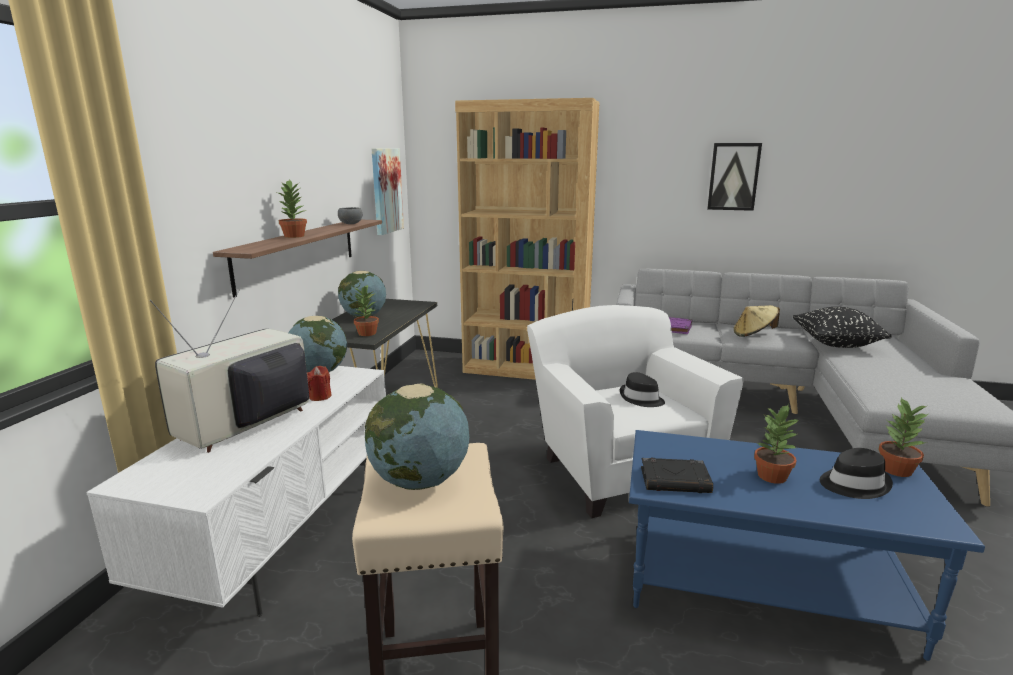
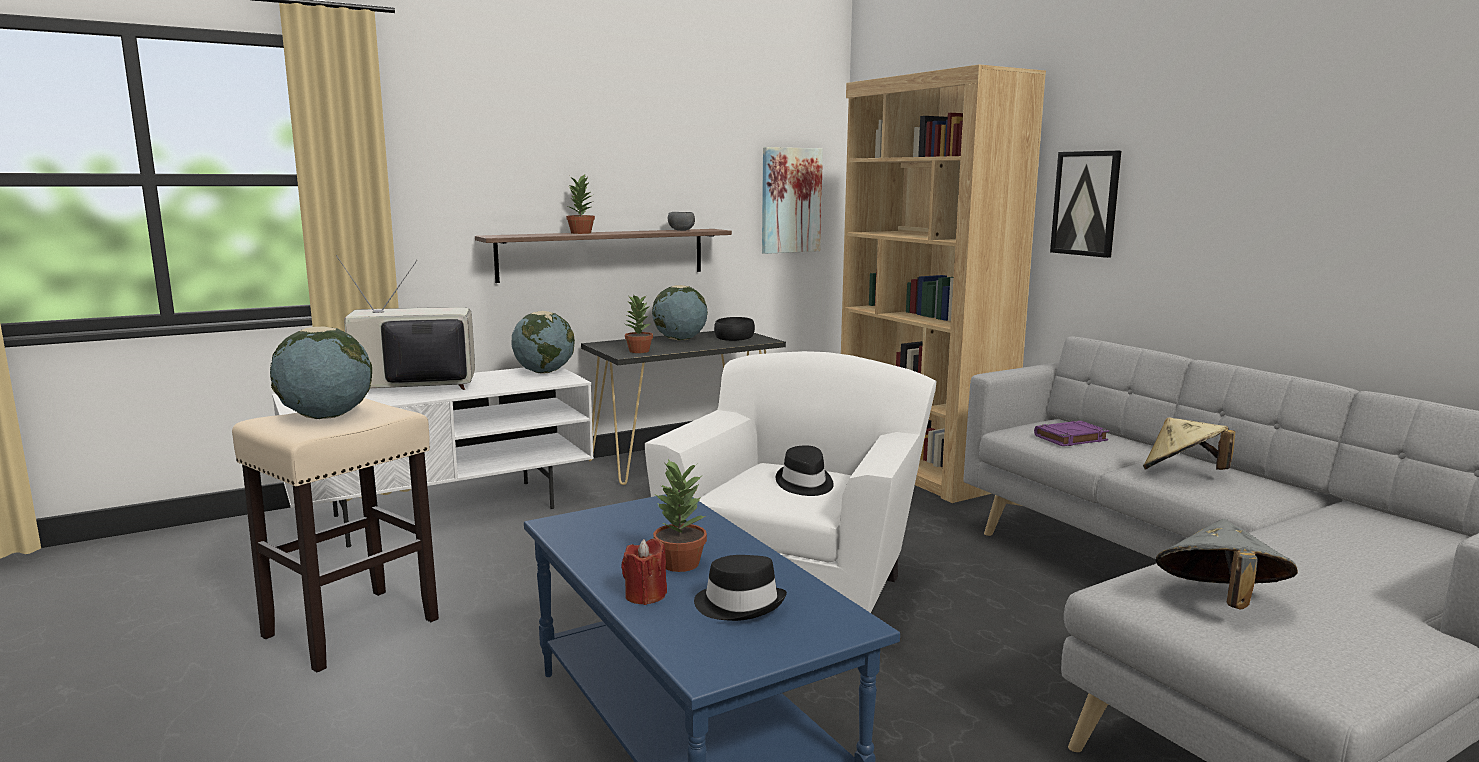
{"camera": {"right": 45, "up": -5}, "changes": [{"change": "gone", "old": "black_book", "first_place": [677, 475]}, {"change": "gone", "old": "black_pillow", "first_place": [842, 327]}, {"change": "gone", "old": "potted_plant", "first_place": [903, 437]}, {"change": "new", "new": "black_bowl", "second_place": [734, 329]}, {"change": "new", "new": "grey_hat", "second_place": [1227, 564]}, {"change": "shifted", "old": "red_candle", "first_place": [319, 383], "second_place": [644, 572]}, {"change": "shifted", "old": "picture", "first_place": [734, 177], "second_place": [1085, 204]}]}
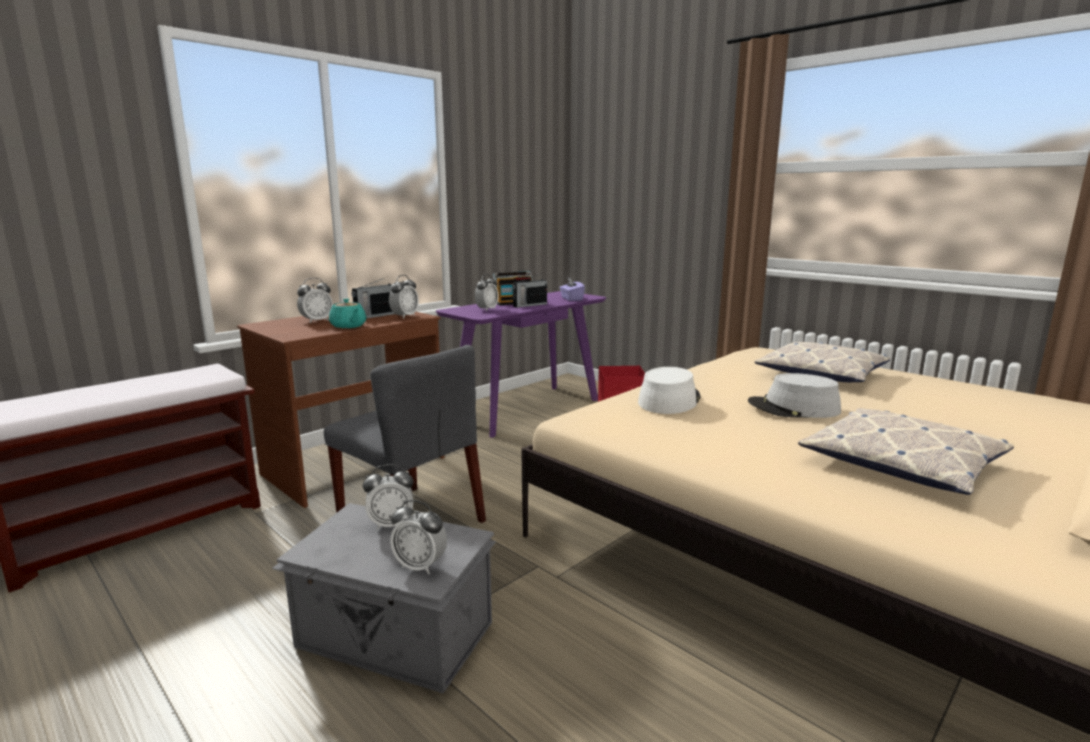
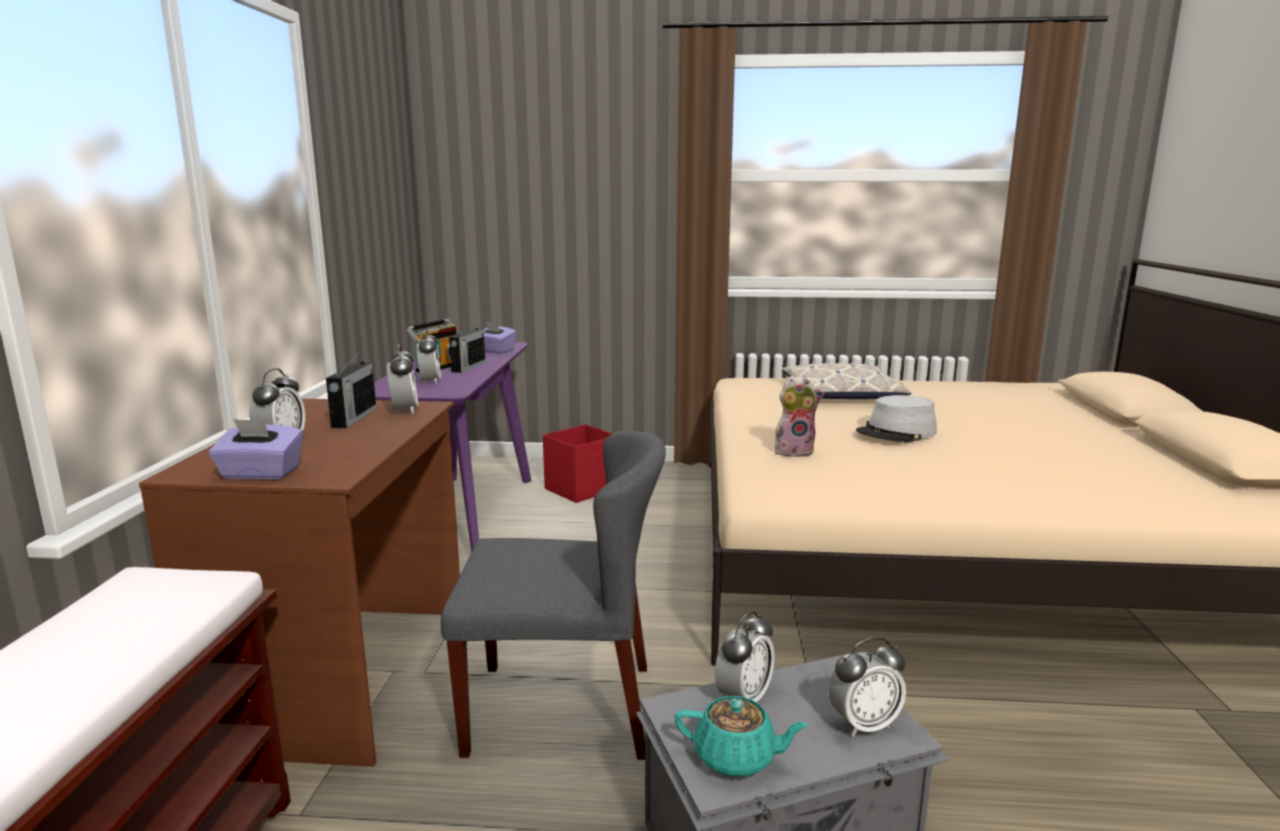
{"camera": {"right": -40, "up": 0}, "changes": [{"change": "gone", "old": "pillow", "first_place": [906, 451]}, {"change": "new", "new": "purple_tissue_box", "second_place": [256, 449]}, {"change": "shifted", "old": "turquoise_teapot", "first_place": [347, 313], "second_place": [741, 736]}, {"change": "swapped", "old": "white_hat", "new": "plush_toy", "first_place": [669, 390], "second_place": [799, 416]}]}
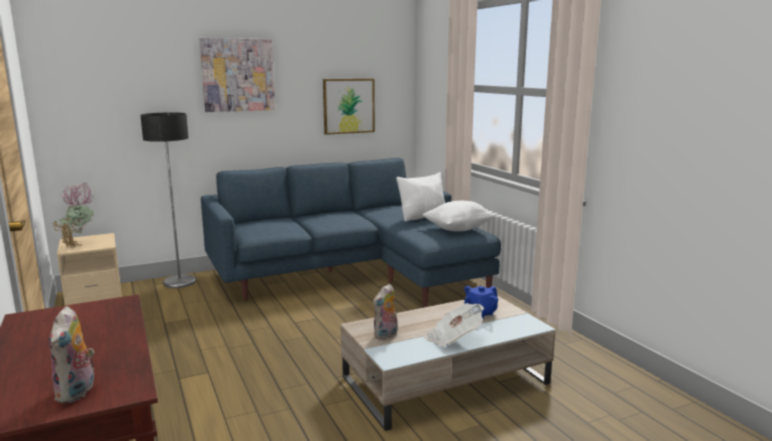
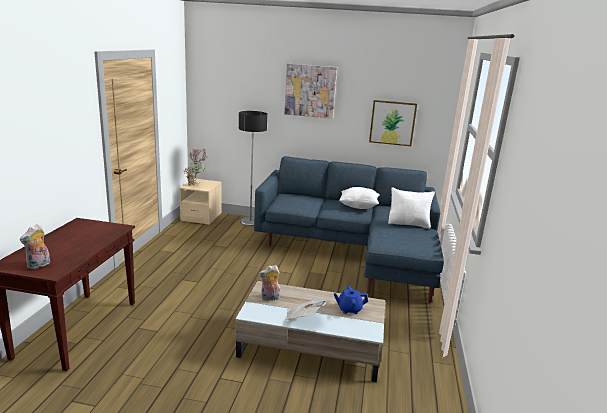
{"camera": {"right": 35, "up": 5}, "changes": [{"change": "shifted", "old": "white_pillow", "first_place": [458, 216], "second_place": [359, 198]}]}
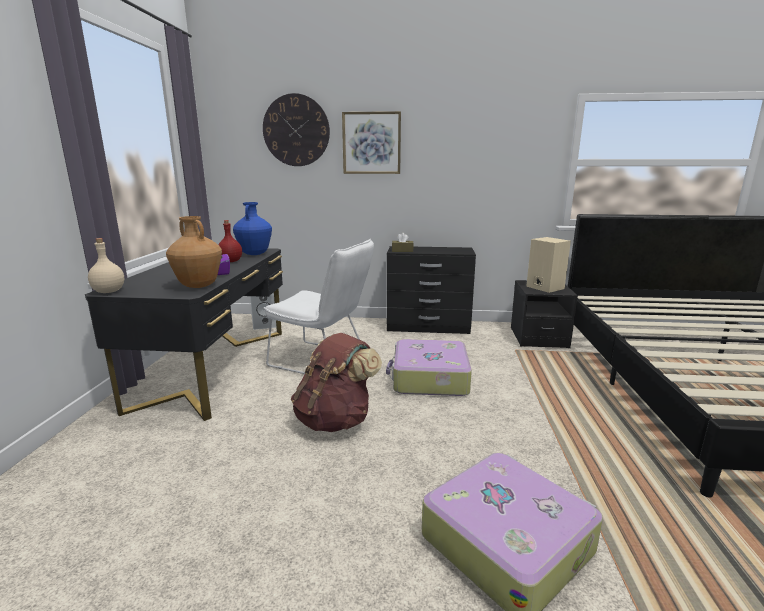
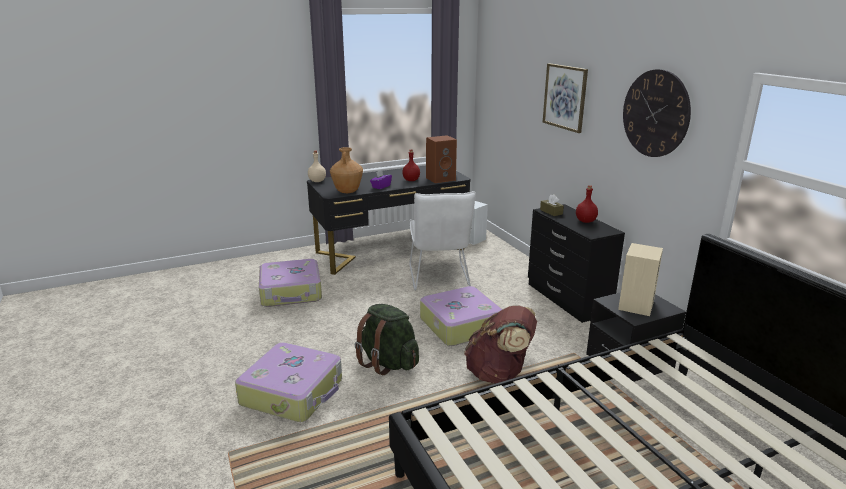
{"camera": {"right": 60, "up": 5}, "changes": [{"change": "new", "new": "suitcase", "second_place": [290, 283]}, {"change": "new", "new": "green_backpack", "second_place": [387, 339]}, {"change": "new", "new": "red_bottle", "second_place": [587, 204]}, {"change": "shifted", "old": "wall_clock", "first_place": [296, 129], "second_place": [657, 113]}, {"change": "shifted", "old": "brown_backpack", "first_place": [336, 382], "second_place": [500, 344]}, {"change": "swapped", "old": "blue_vase", "new": "brown_speaker", "first_place": [252, 228], "second_place": [441, 159]}]}
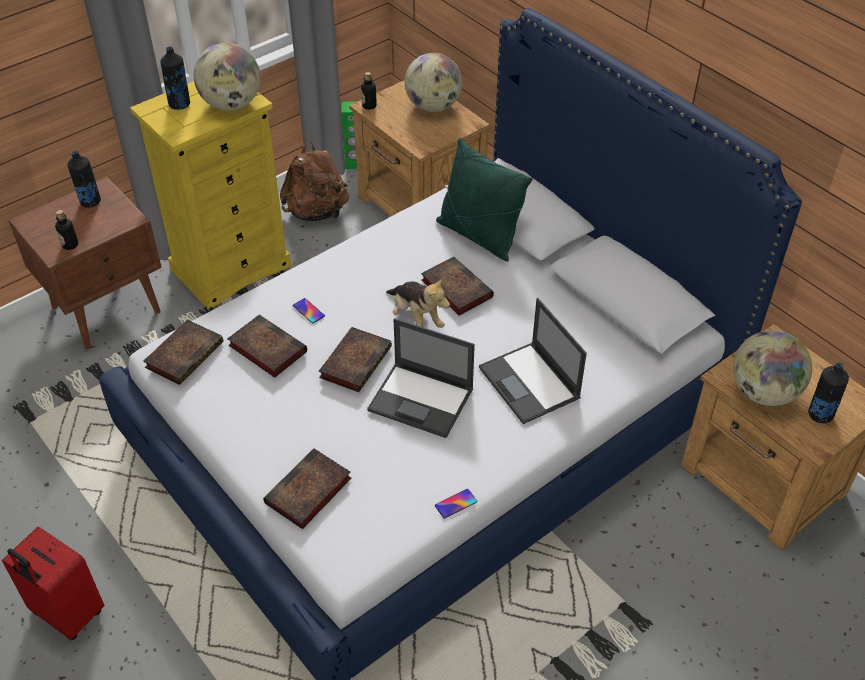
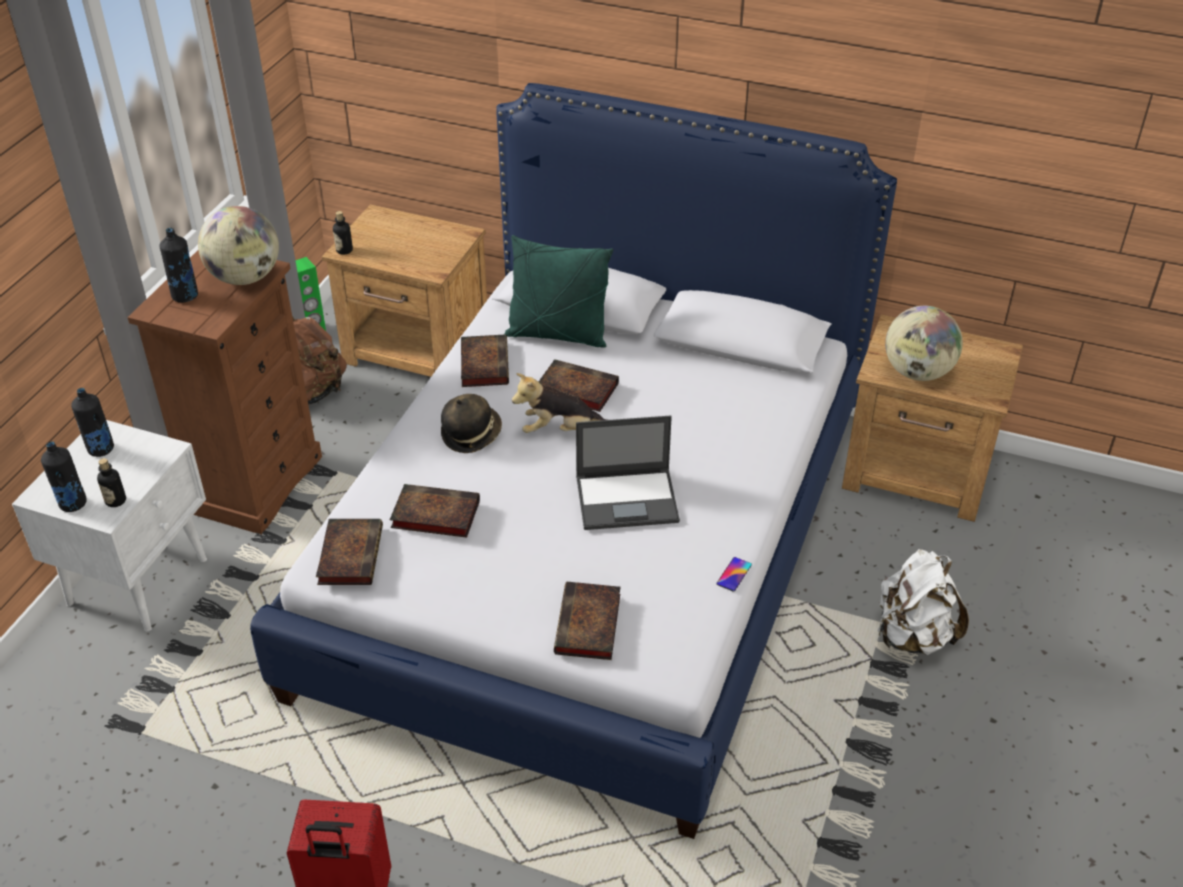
{"camera": {"right": -30, "up": -5}, "changes": [{"change": "gone", "old": "phone", "first_place": [309, 311]}, {"change": "gone", "old": "globe", "first_place": [433, 82]}, {"change": "gone", "old": "laptop", "first_place": [533, 361]}, {"change": "new", "new": "hat", "second_place": [471, 423]}, {"change": "new", "new": "white_backpack", "second_place": [923, 602]}, {"change": "shifted", "old": "book", "first_place": [355, 359], "second_place": [485, 361]}, {"change": "shifted", "old": "black_bottle", "first_place": [828, 393], "second_place": [64, 476]}, {"change": "repainted", "old": "brown_nightstand", "new": "white_nightstand", "first_place": [85, 263], "second_place": [109, 525]}, {"change": "repainted", "old": "yellow_dresser", "new": "brown_dresser", "first_place": [210, 195], "second_place": [224, 392]}, {"change": "rotated", "old": "plush_toy", "first_place": [418, 302], "second_place": [559, 403], "degrees": 150}]}
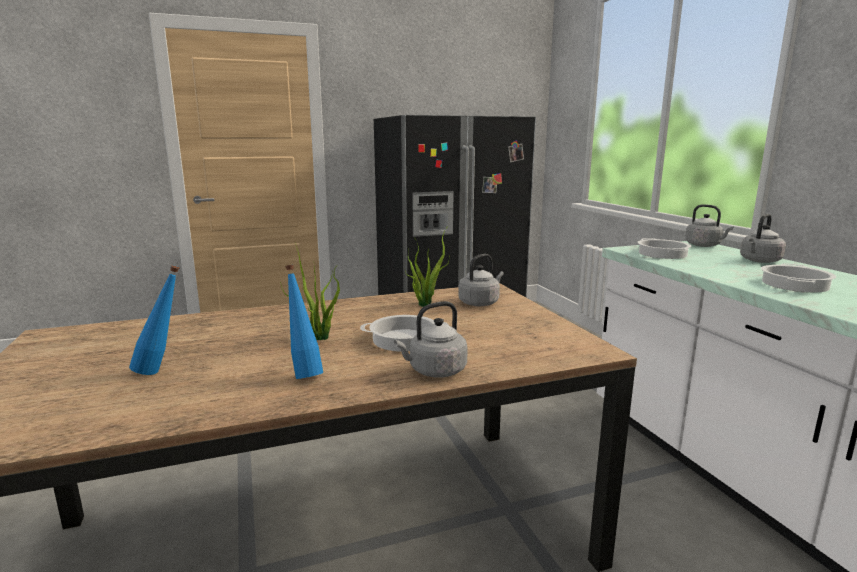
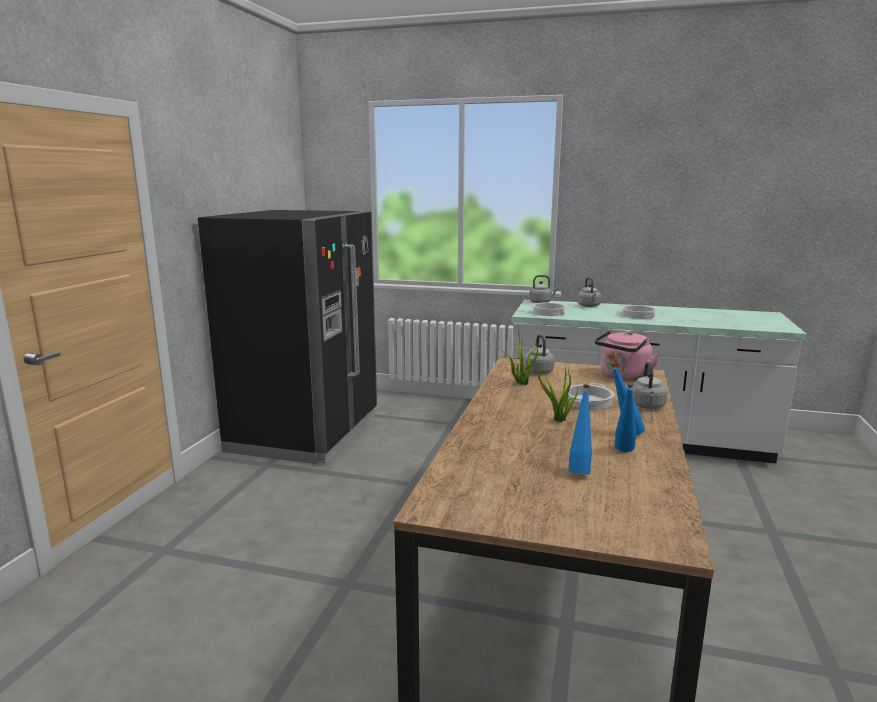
{"camera": {"right": -55, "up": 0}, "changes": [{"change": "new", "new": "pink_kettle", "second_place": [627, 355]}, {"change": "new", "new": "blue_bottle", "second_place": [625, 417]}]}
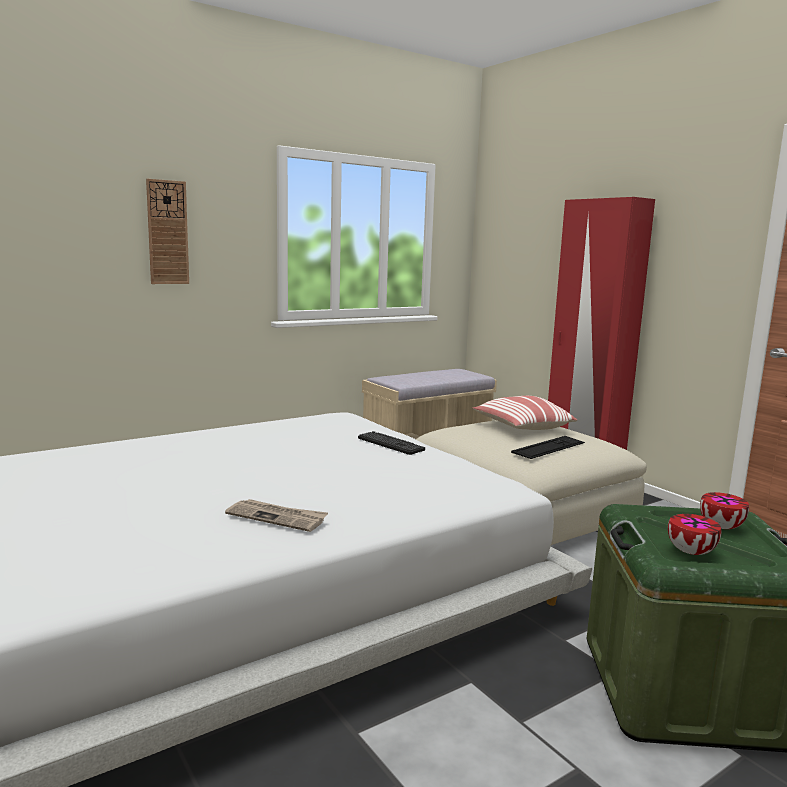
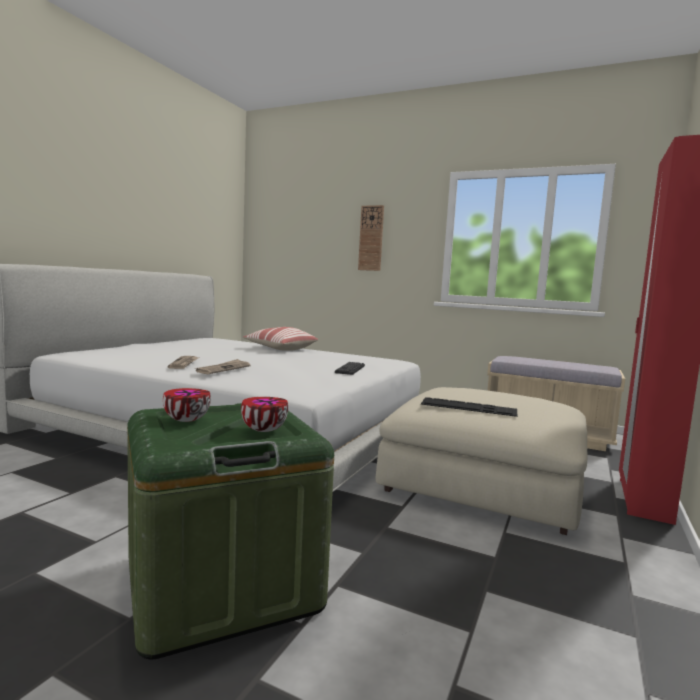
{"camera": {"right": 60, "up": -5}, "changes": [{"change": "new", "new": "newspaper", "second_place": [222, 366]}, {"change": "shifted", "old": "pillow", "first_place": [524, 413], "second_place": [280, 339]}]}
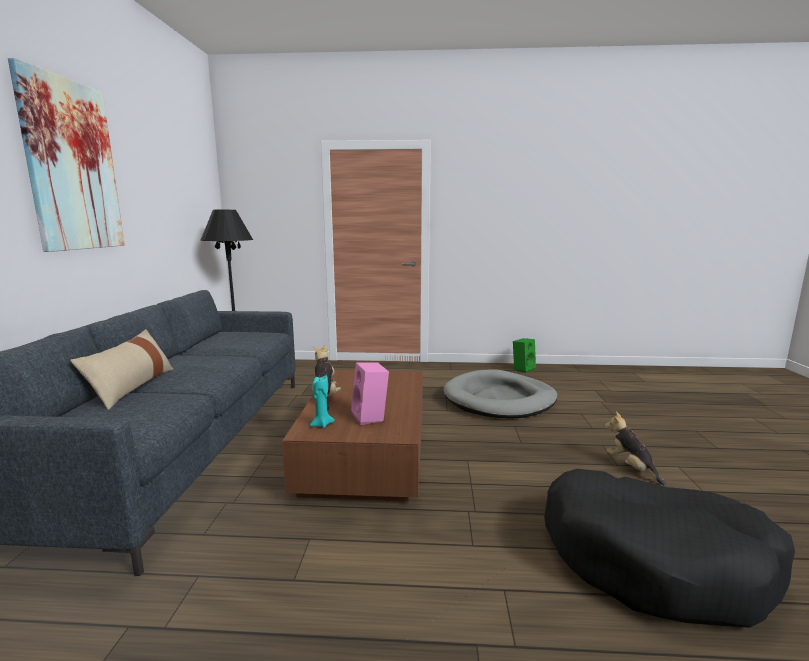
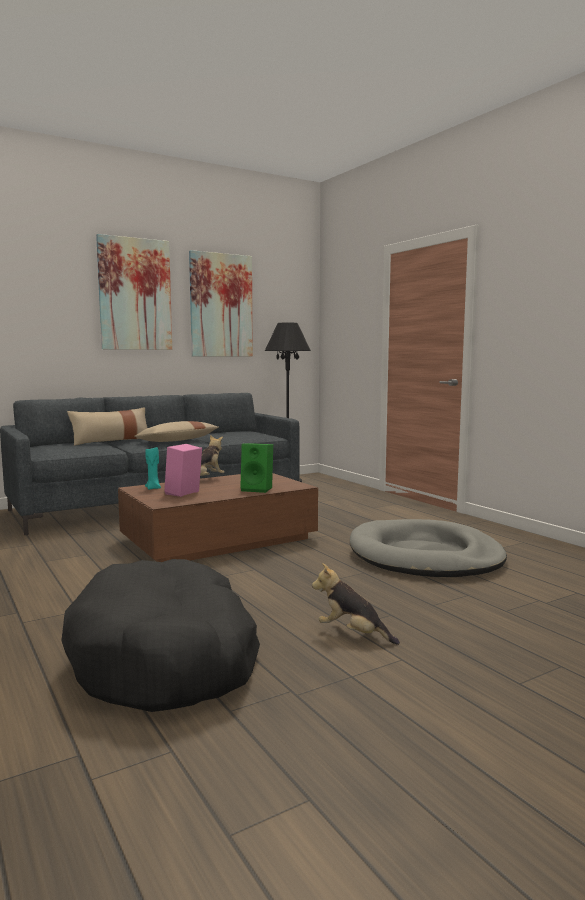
{"camera": {"right": 55, "up": -5}, "changes": [{"change": "new", "new": "beige_pillow", "second_place": [176, 431]}, {"change": "new", "new": "picture", "second_place": [221, 303]}, {"change": "shifted", "old": "green_speaker", "first_place": [524, 355], "second_place": [256, 468]}, {"change": "rotated", "old": "plush_toy", "first_place": [635, 449], "second_place": [356, 604], "degrees": -90}]}
